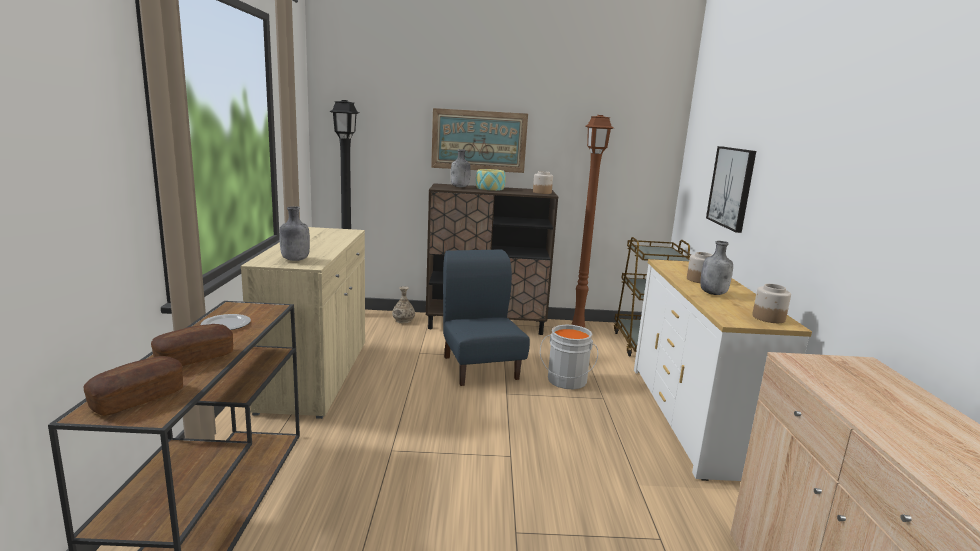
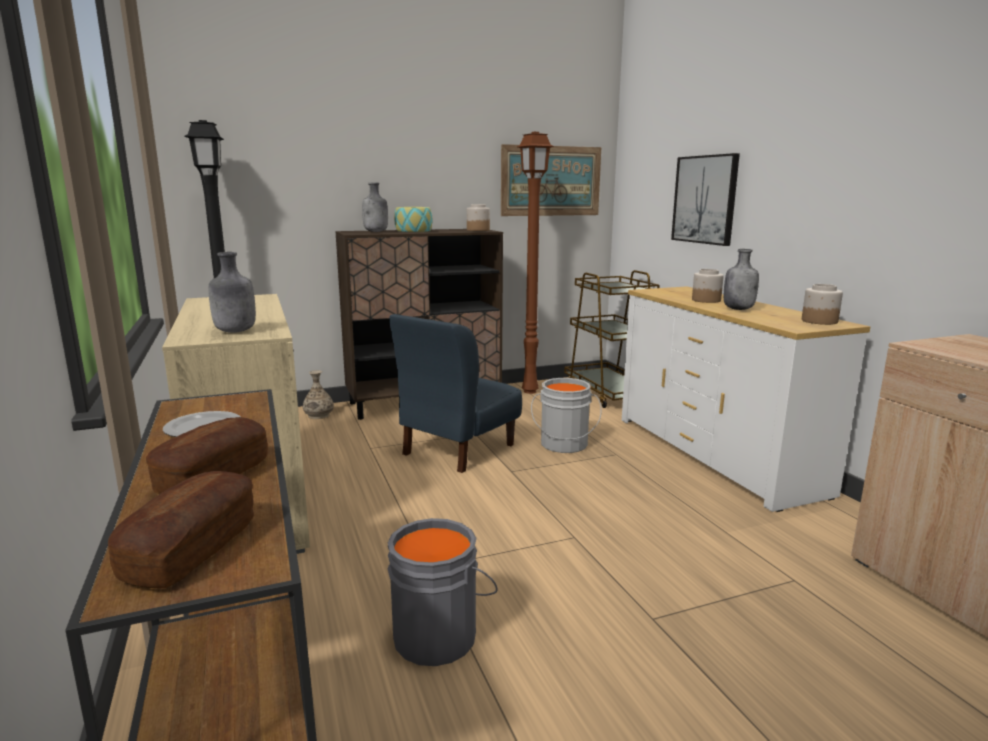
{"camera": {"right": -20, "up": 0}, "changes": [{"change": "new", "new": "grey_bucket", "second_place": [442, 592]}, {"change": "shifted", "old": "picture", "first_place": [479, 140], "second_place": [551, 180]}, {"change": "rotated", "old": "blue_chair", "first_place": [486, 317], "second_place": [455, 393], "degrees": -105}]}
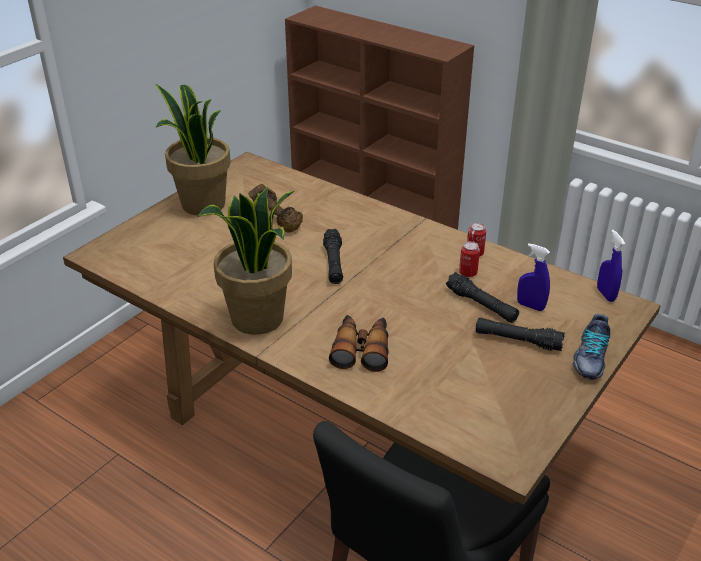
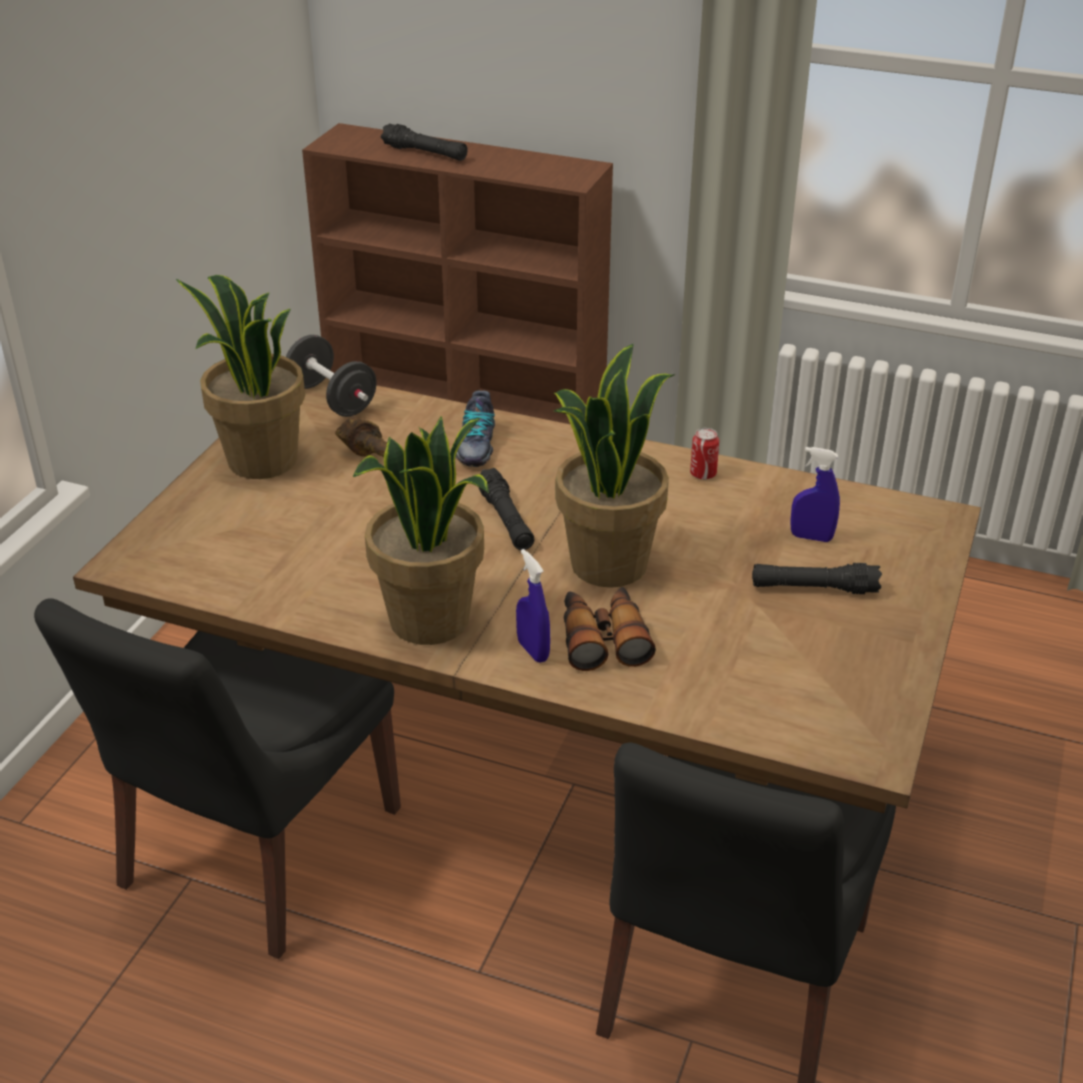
{"camera": {"right": -15, "up": 0}, "changes": [{"change": "gone", "old": "can", "first_place": [469, 259]}, {"change": "new", "new": "black_chair", "second_place": [217, 778]}, {"change": "new", "new": "black_dumbbell", "second_place": [331, 376]}, {"change": "new", "new": "potted_plant", "second_place": [614, 466]}, {"change": "shifted", "old": "black_flashlight", "first_place": [482, 297], "second_place": [424, 142]}, {"change": "shifted", "old": "shoe", "first_place": [591, 347], "second_place": [475, 429]}, {"change": "shifted", "old": "blue_spray_bottle", "first_place": [611, 266], "second_place": [533, 606]}]}
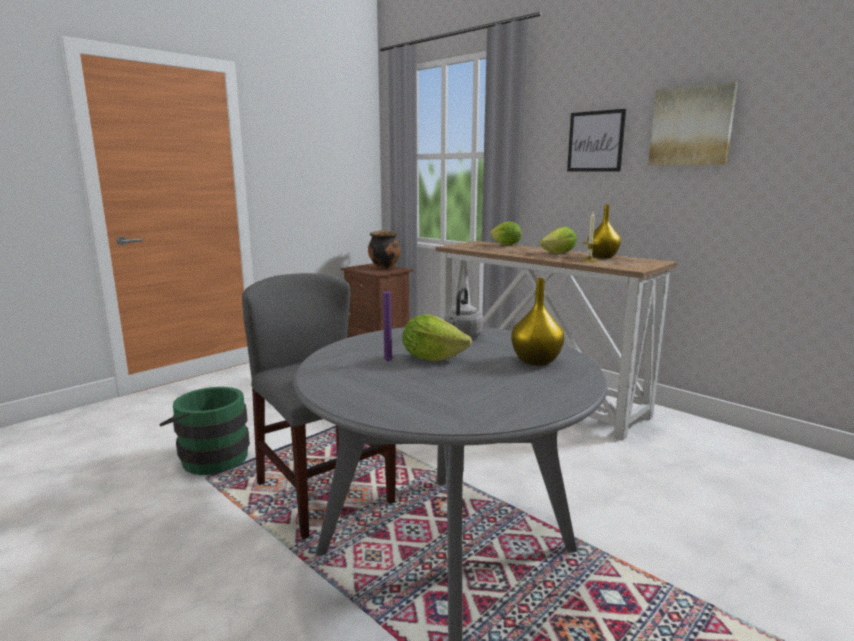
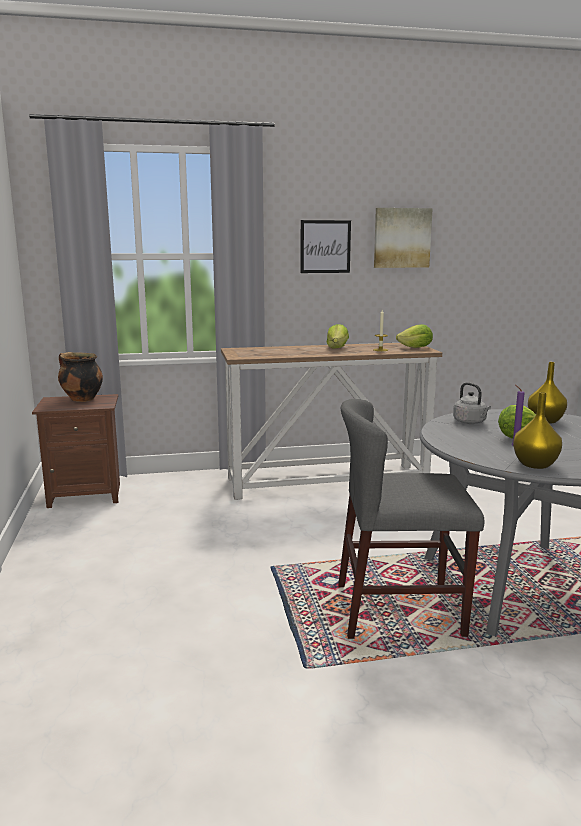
{"camera": {"right": -55, "up": 0}, "changes": [{"change": "gone", "old": "green_bucket", "first_place": [204, 431]}, {"change": "shifted", "old": "lettuce", "first_place": [505, 233], "second_place": [414, 336]}, {"change": "shifted", "old": "yellow_vase", "first_place": [604, 231], "second_place": [537, 430]}]}
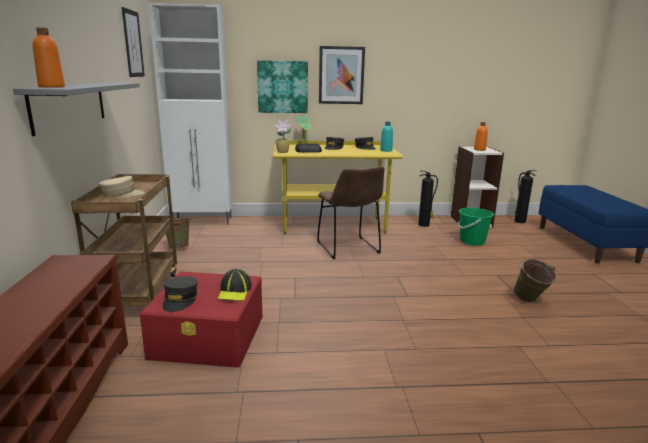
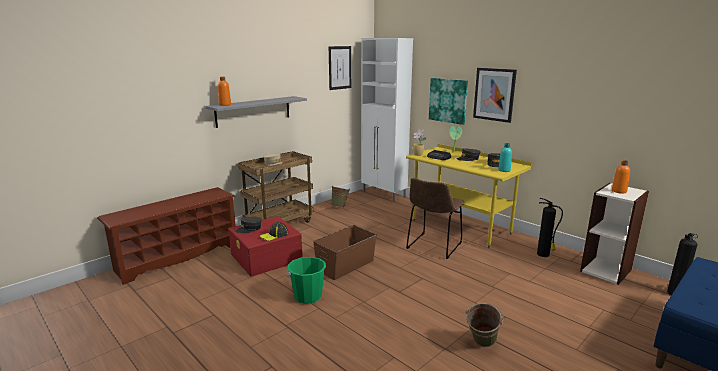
{"camera": {"right": 50, "up": 0}, "changes": [{"change": "new", "new": "brown_storage_box", "second_place": [345, 252]}, {"change": "shifted", "old": "green_bucket", "first_place": [476, 227], "second_place": [306, 280]}]}
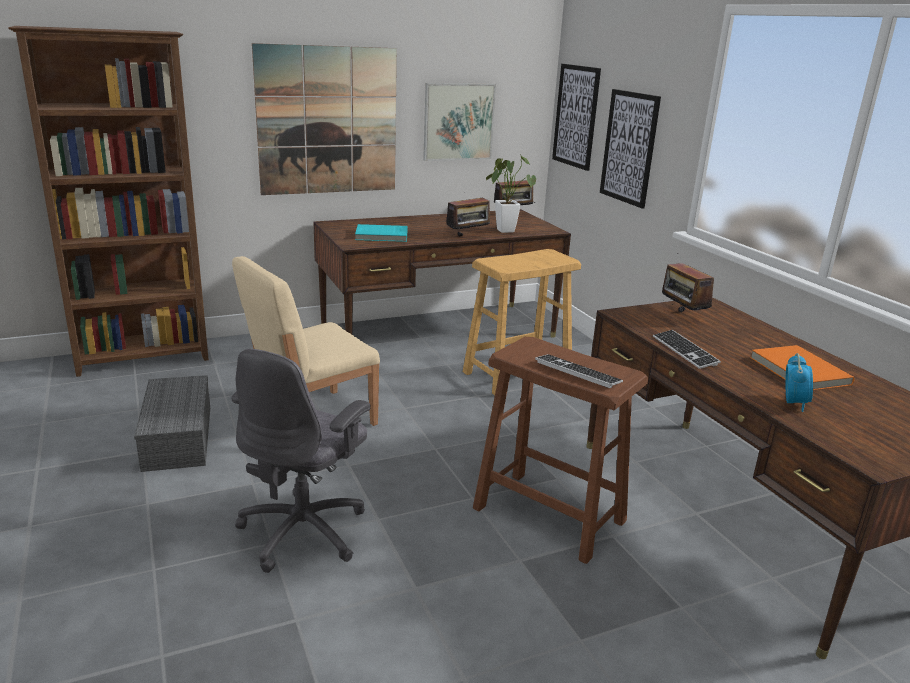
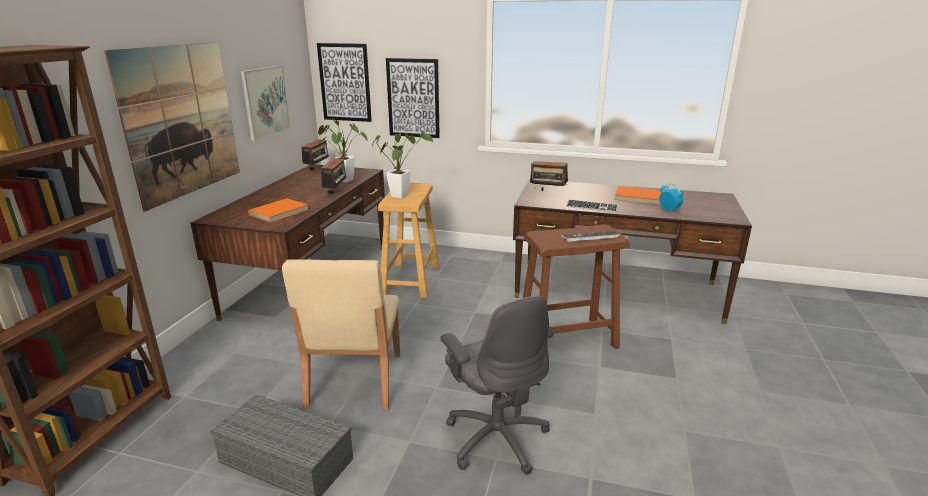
{"camera": {"right": -50, "up": 0}, "changes": [{"change": "new", "new": "potted_plant", "second_place": [402, 165]}, {"change": "repainted", "old": "turquoise_book", "new": "orange_book", "first_place": [381, 233], "second_place": [278, 210]}]}
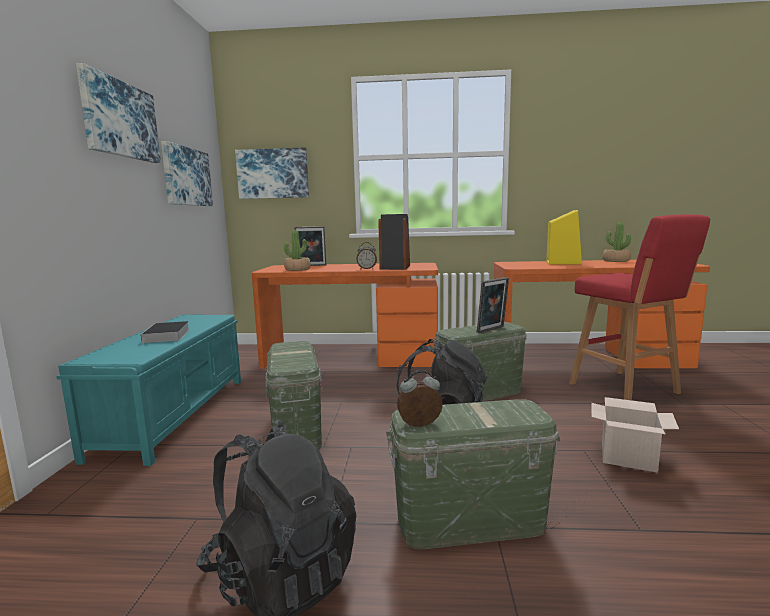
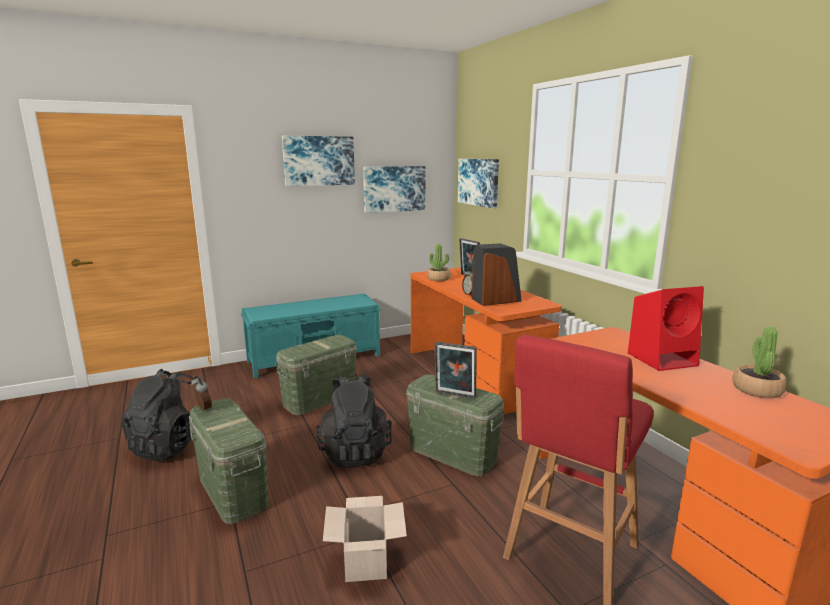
{"camera": {"right": 60, "up": 5}, "changes": [{"change": "gone", "old": "book", "first_place": [165, 333]}, {"change": "repainted", "old": "yellow_speaker", "new": "red_speaker", "first_place": [564, 237], "second_place": [666, 328]}]}
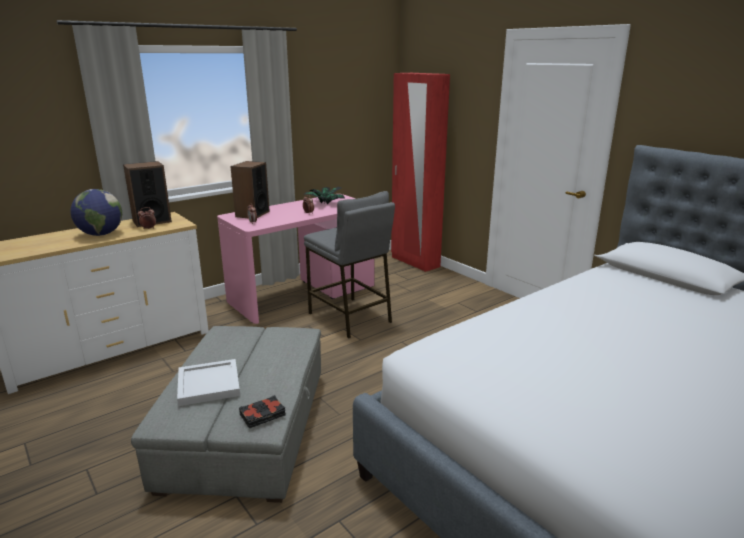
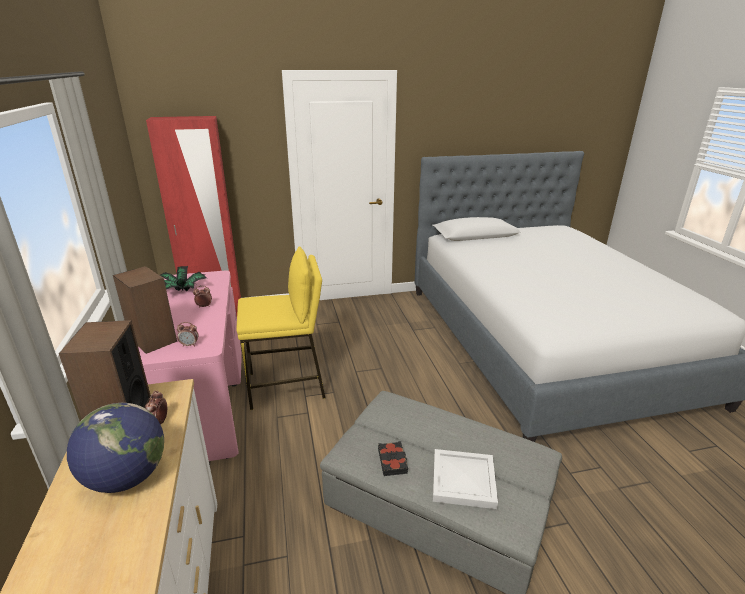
{"camera": {"right": -65, "up": 5}, "changes": [{"change": "shifted", "old": "black_book", "first_place": [262, 411], "second_place": [393, 458]}, {"change": "repainted", "old": "grey_stool", "new": "yellow_stool", "first_place": [349, 264], "second_place": [281, 328]}]}
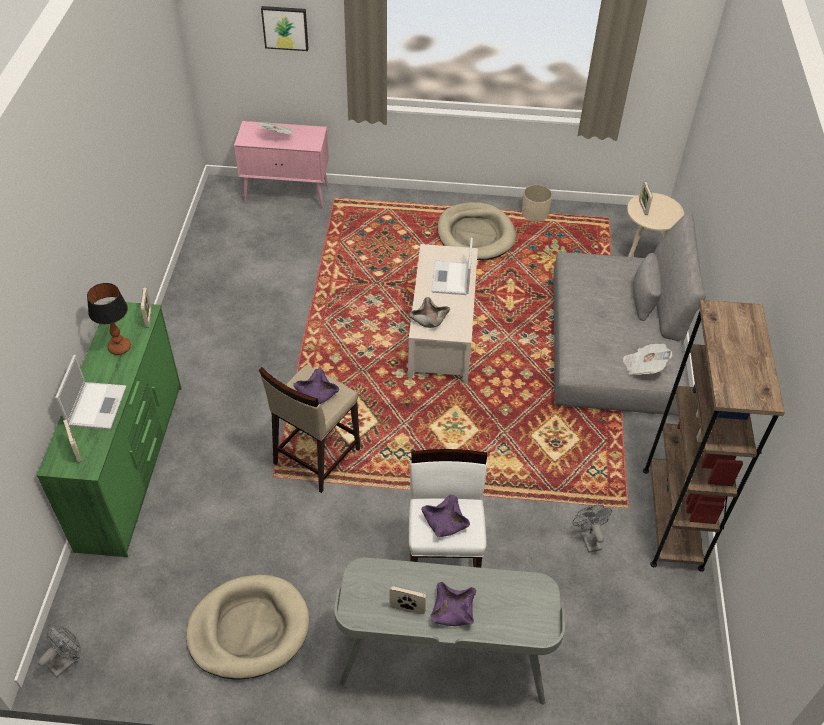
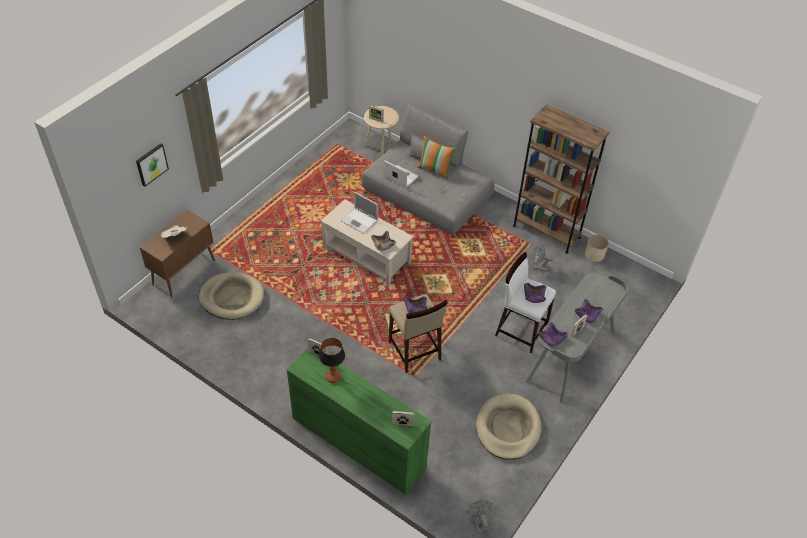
{"camera": {"right": -60, "up": 0}, "changes": [{"change": "gone", "old": "newspaper", "first_place": [647, 359]}, {"change": "new", "new": "pillow", "second_place": [436, 158]}, {"change": "new", "new": "purple_bowl", "second_place": [553, 334]}, {"change": "shifted", "old": "laptop", "first_place": [90, 392], "second_place": [401, 174]}, {"change": "shifted", "old": "beige_dog_bed", "first_place": [476, 231], "second_place": [231, 296]}, {"change": "shifted", "old": "beige_planter", "first_place": [537, 203], "second_place": [597, 248]}, {"change": "repainted", "old": "pink_cabinet", "new": "brown_cabinet", "first_place": [281, 165], "second_place": [177, 253]}]}
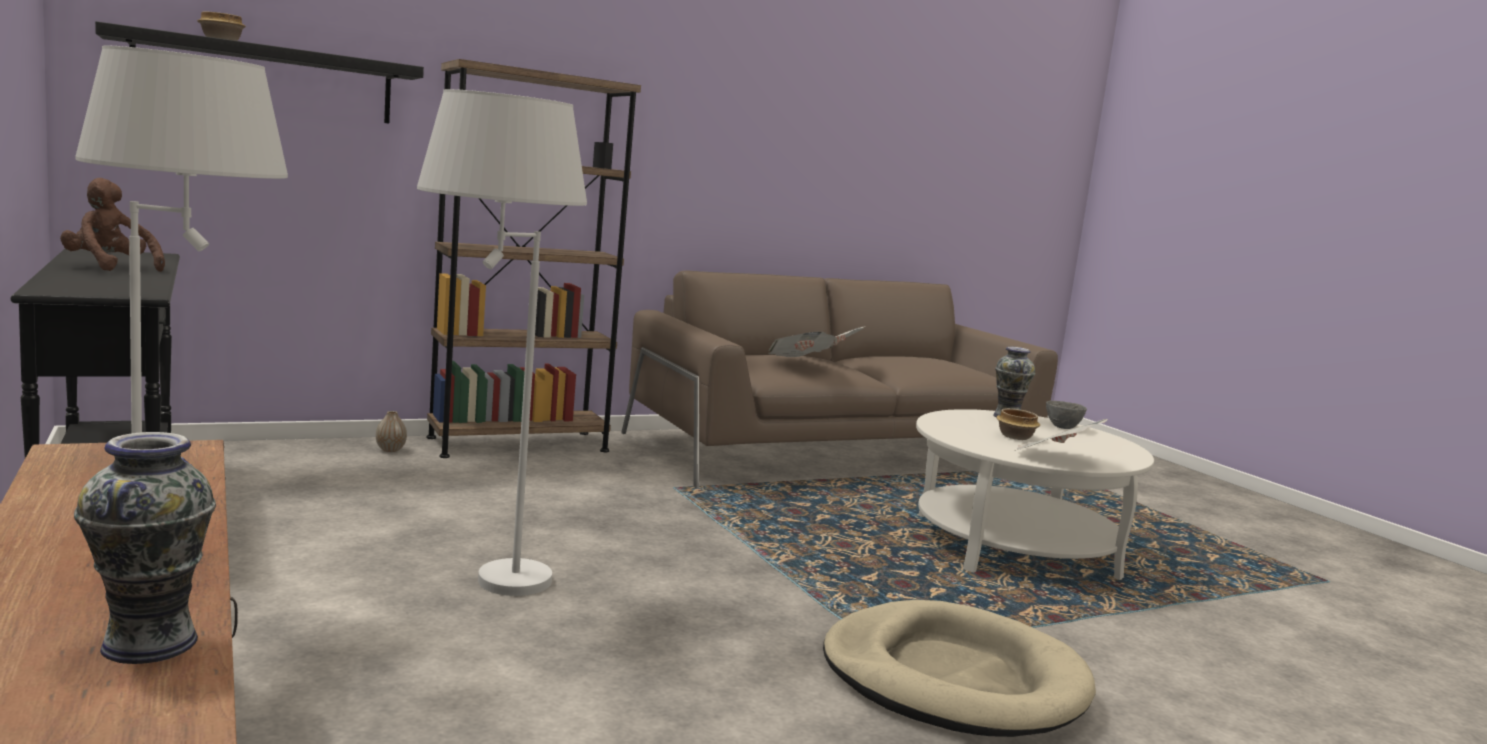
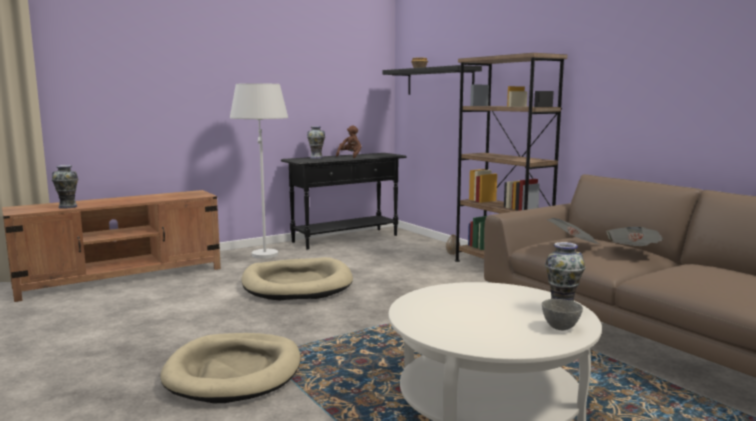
{"camera": {"right": 85, "up": 0}, "changes": [{"change": "gone", "old": "bowl", "first_place": [1018, 424]}, {"change": "gone", "old": "newspaper", "first_place": [1061, 435]}, {"change": "new", "new": "vase", "second_place": [316, 142]}, {"change": "swapped", "old": "white_floor_lamp", "new": "beige_dog_bed", "first_place": [502, 342], "second_place": [297, 279]}]}
